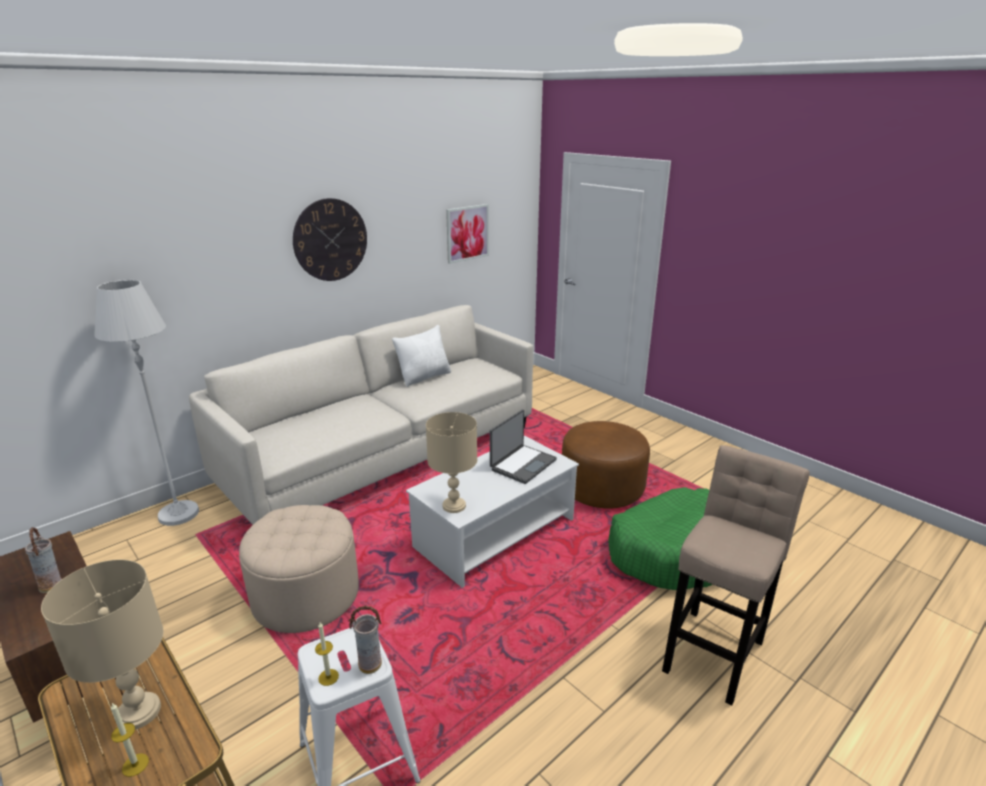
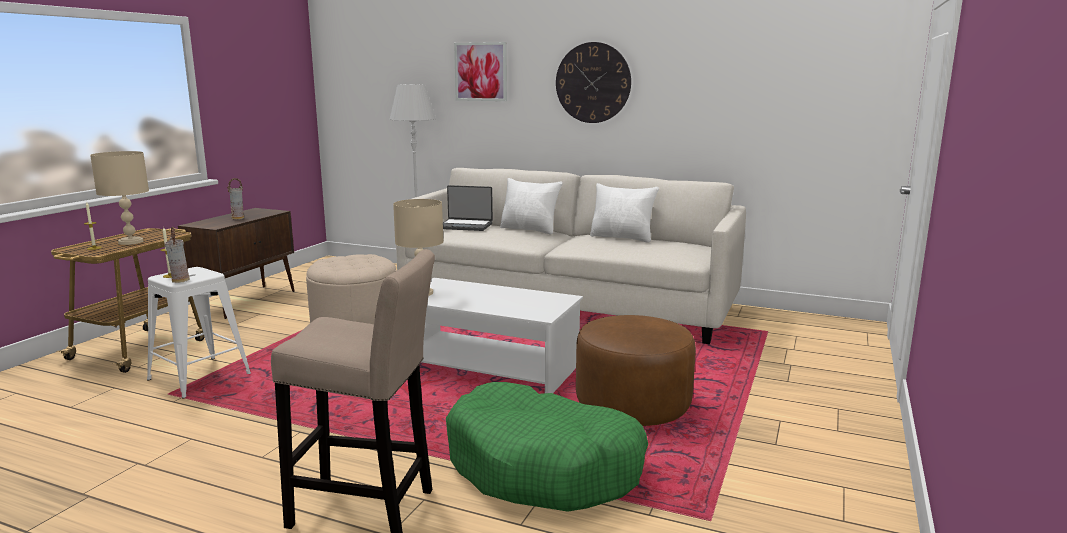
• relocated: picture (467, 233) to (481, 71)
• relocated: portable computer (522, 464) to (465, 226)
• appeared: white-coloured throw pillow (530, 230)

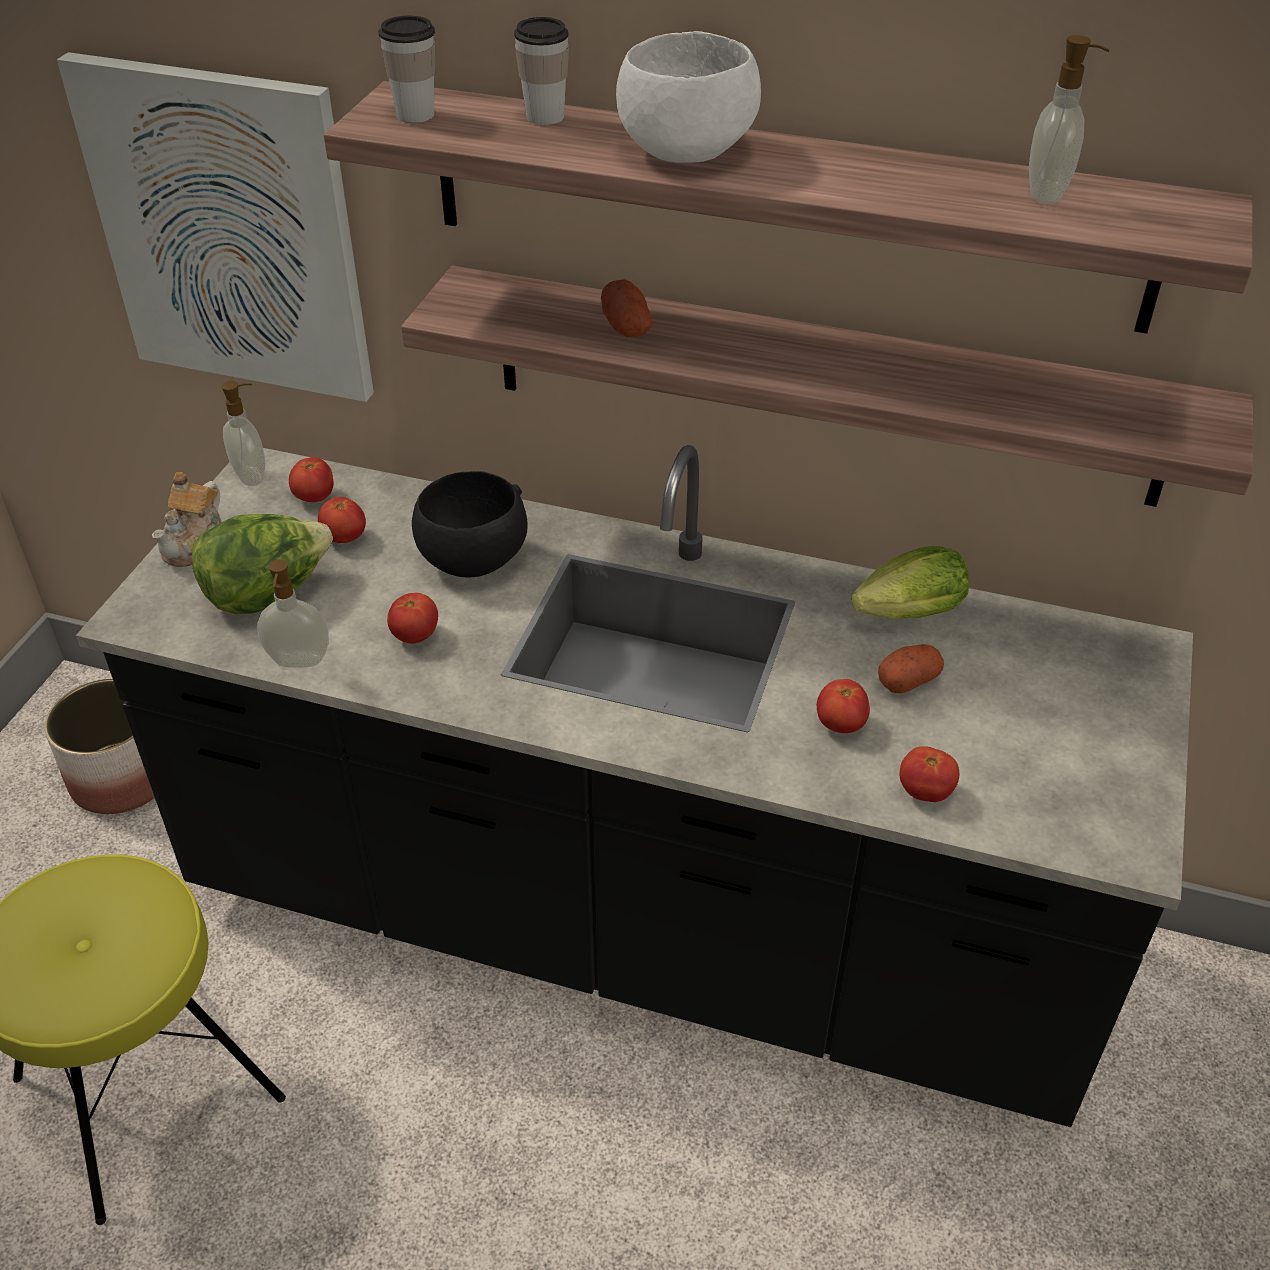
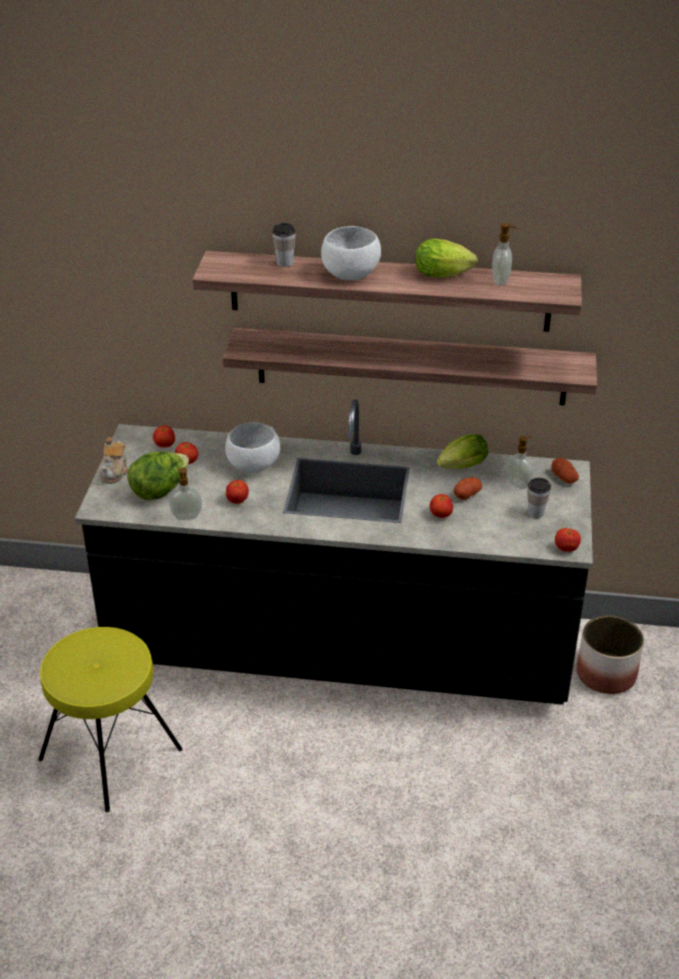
• relocated: small cup (415, 115) to (536, 513)
• missing: picture (229, 231)
• relocated: whole potato (626, 327) to (564, 477)
• relocated: liquid soap bottle (252, 476) to (519, 484)
• colour: blackish serving bowl (471, 561) to white-coloured serving bowl (252, 466)
• relocated: plant pot (122, 777) to (605, 673)
• relocated: tomato (925, 792) to (566, 549)
• appeared: lettuce (445, 275)

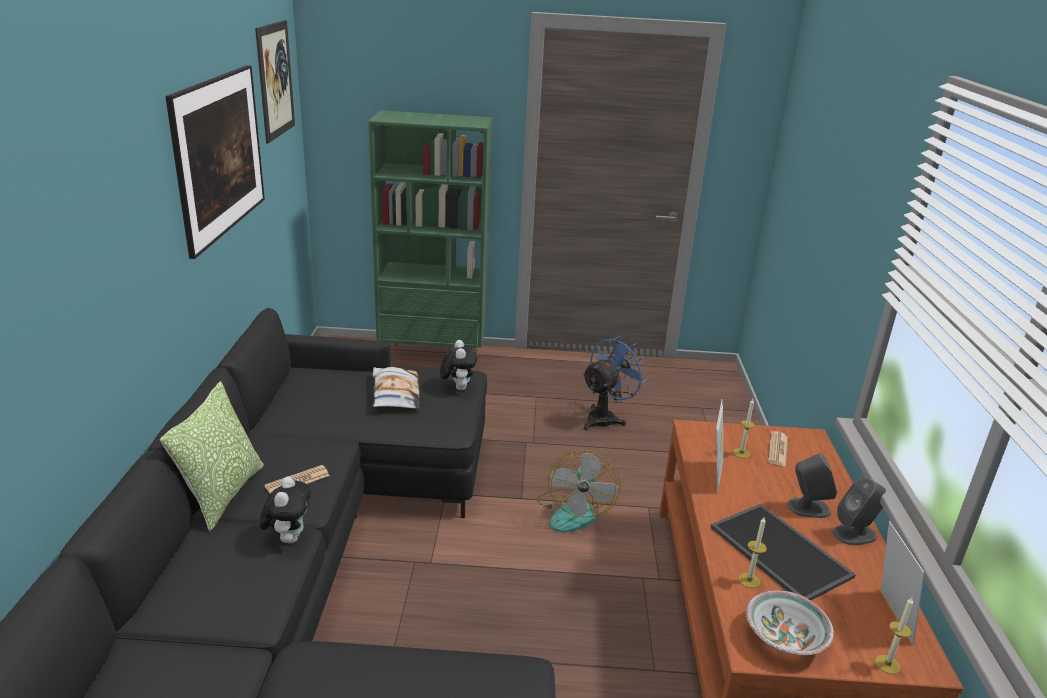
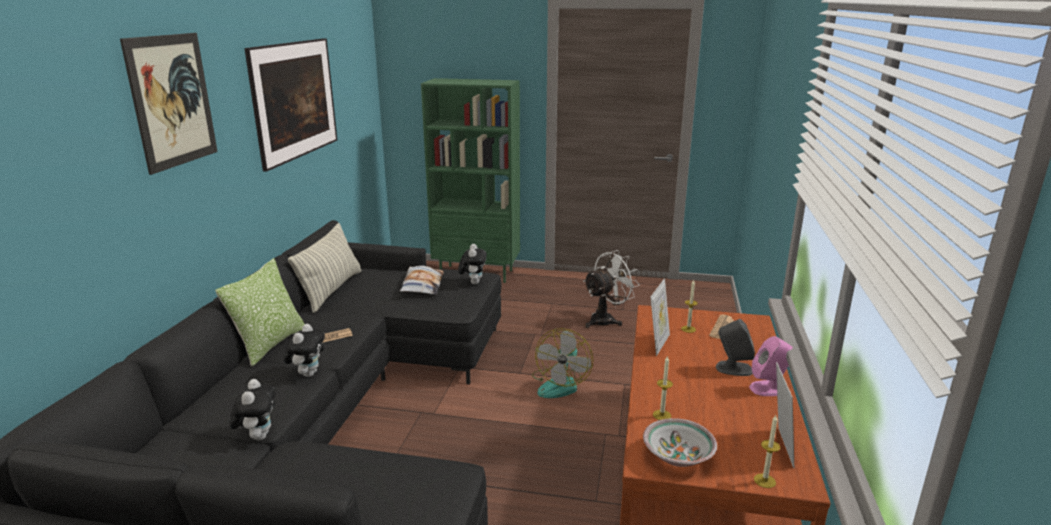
• relocated: picture (275, 80) to (172, 101)
• colour: bluish fan (606, 418) to white-coloured fan (606, 319)
• colour: gray speaker (855, 534) to pink-coloured speaker (769, 388)
• missing: serving tray (782, 552)
• appeared: throw pillow (331, 290)
• appeared: plush toy (258, 436)

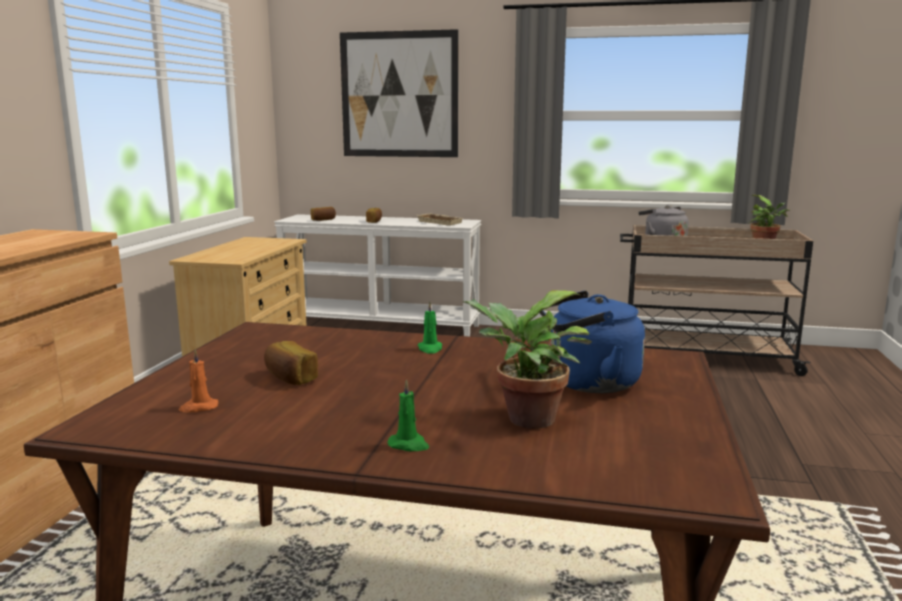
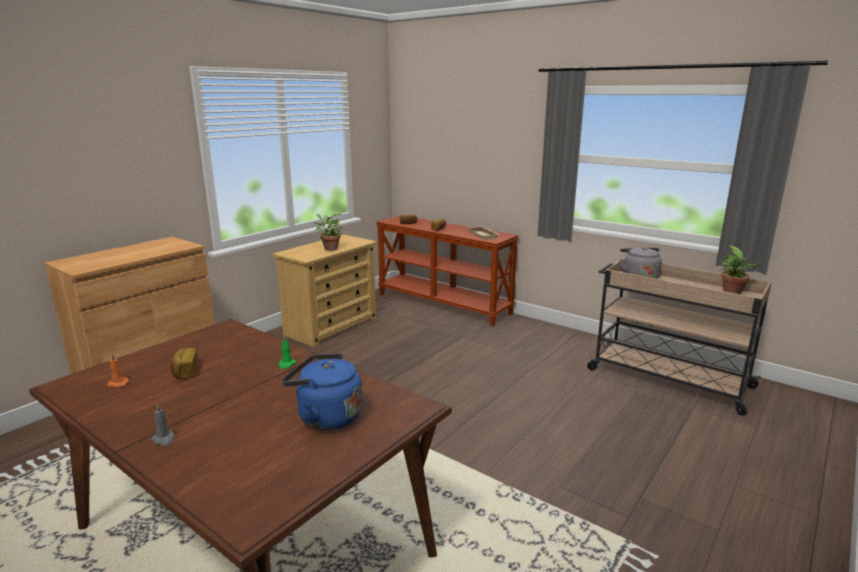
• missing: picture (399, 95)
• colour: white-coloured narrow table (382, 326) to brown-coloured narrow table (444, 303)
• relocated: plant in a pot (525, 420) to (329, 249)
• colour: green-coloured wax light (409, 445) to gray wax light (164, 439)

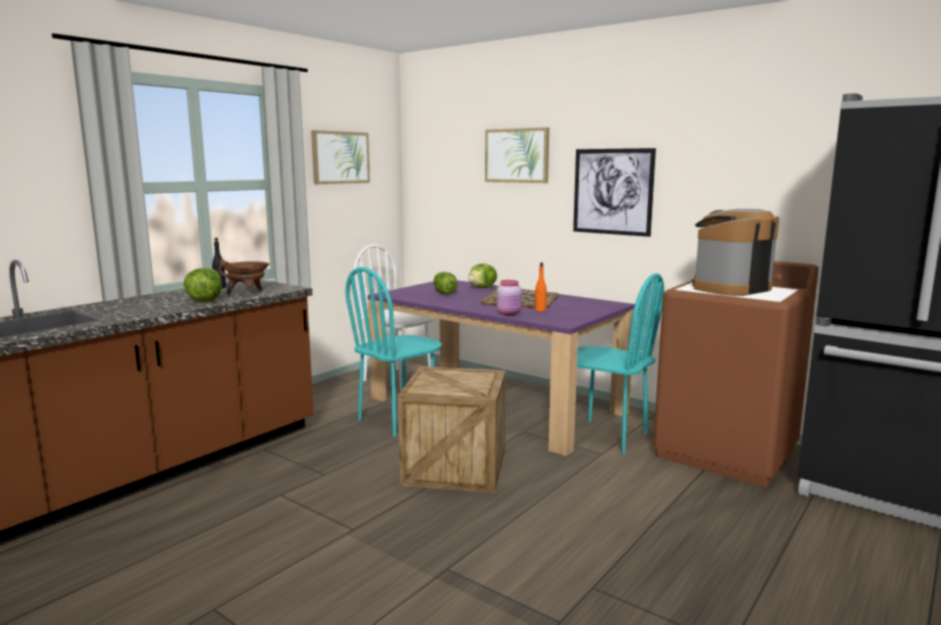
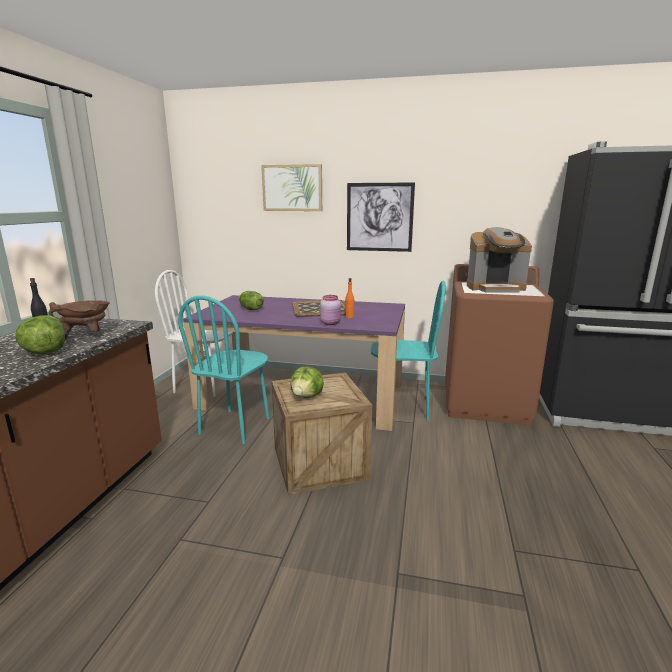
• missing: picture (340, 157)
• spun: coffee brewer (730, 288) = (495, 288) 120 degrees counterclockwise
• relocated: lettuce (482, 288) to (307, 397)

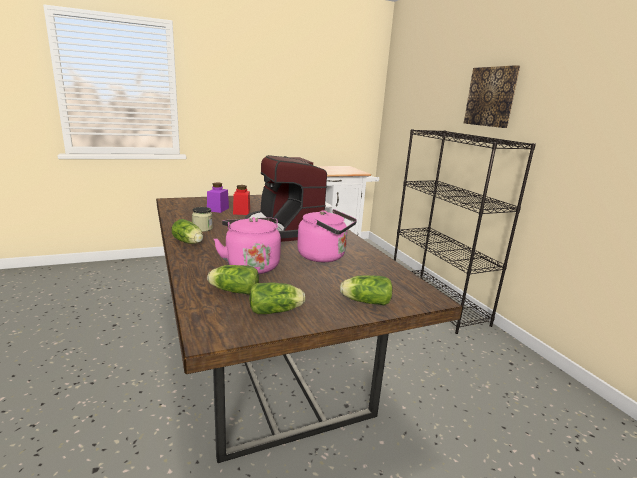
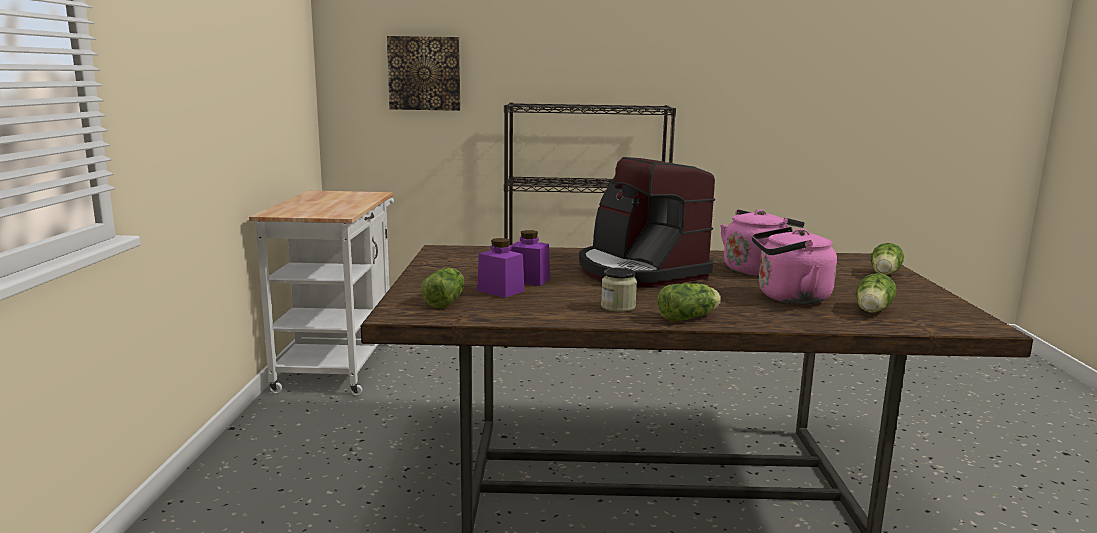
• relocated: picture (491, 97) to (424, 73)
• spun: coffee brewer (283, 229) = (639, 271) 60 degrees clockwise
• colour: reddish storage jar (241, 212) to purplish storage jar (528, 280)
• relocated: lettuce (277, 311) to (446, 301)

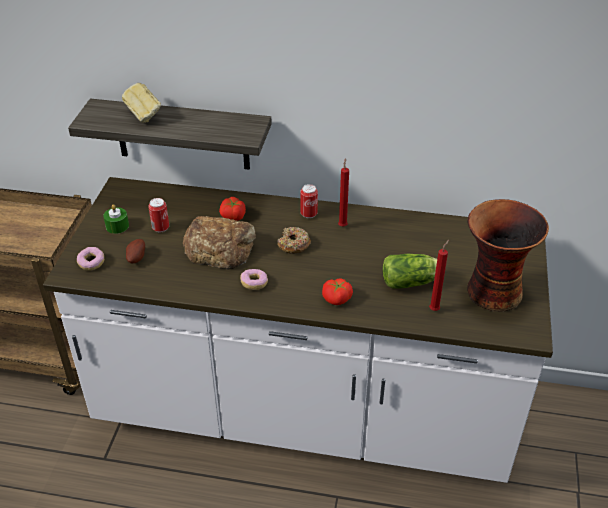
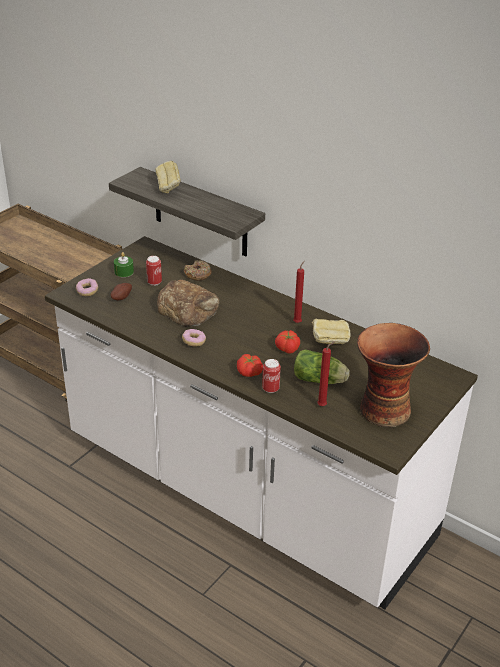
• relocated: metal can (308, 214) to (270, 388)
• relocated: tomato (233, 216) to (287, 348)
• relocated: doughnut (293, 245) to (197, 274)
• appeared: bakery bread (329, 342)

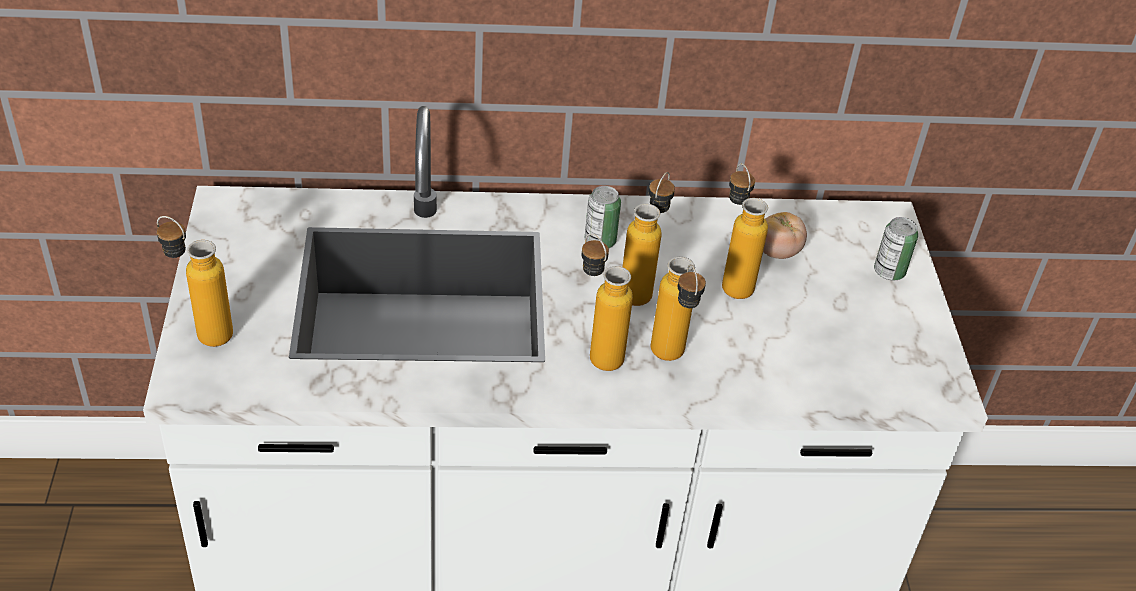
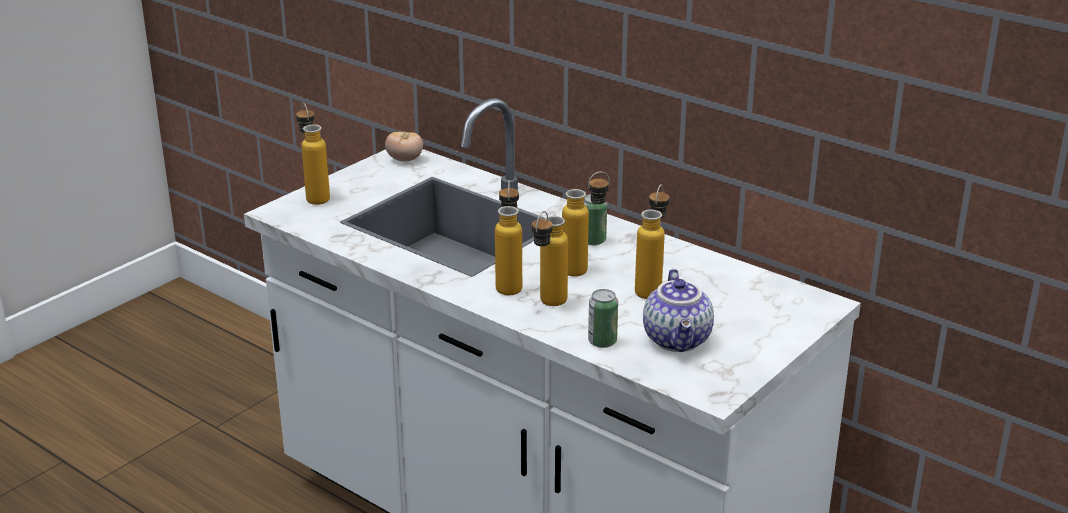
• relocated: tomato (777, 252) to (405, 160)
• relocated: metal can (889, 272) to (602, 342)
• appeared: tea pot (678, 340)

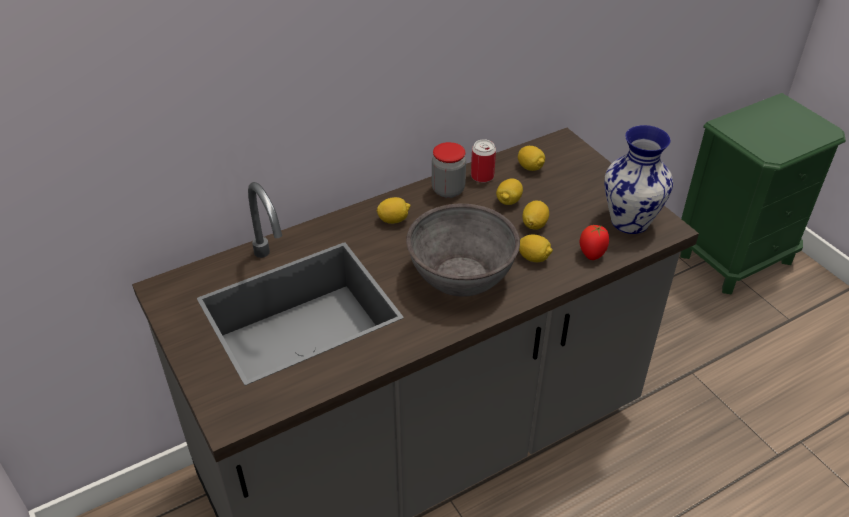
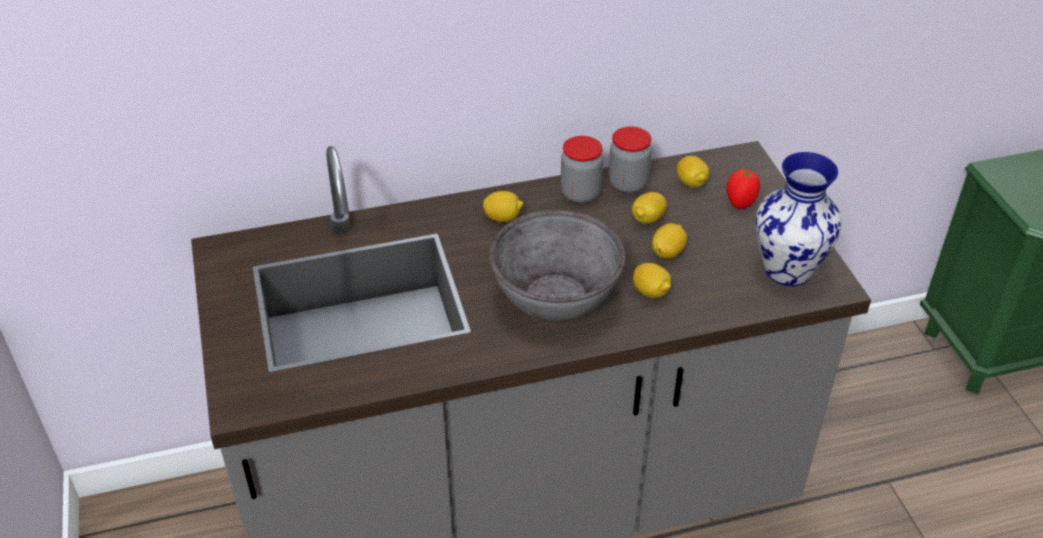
• exchanged: metal can (482, 176) to storage jar (628, 184)
• relocated: tomato (591, 254) to (740, 203)

